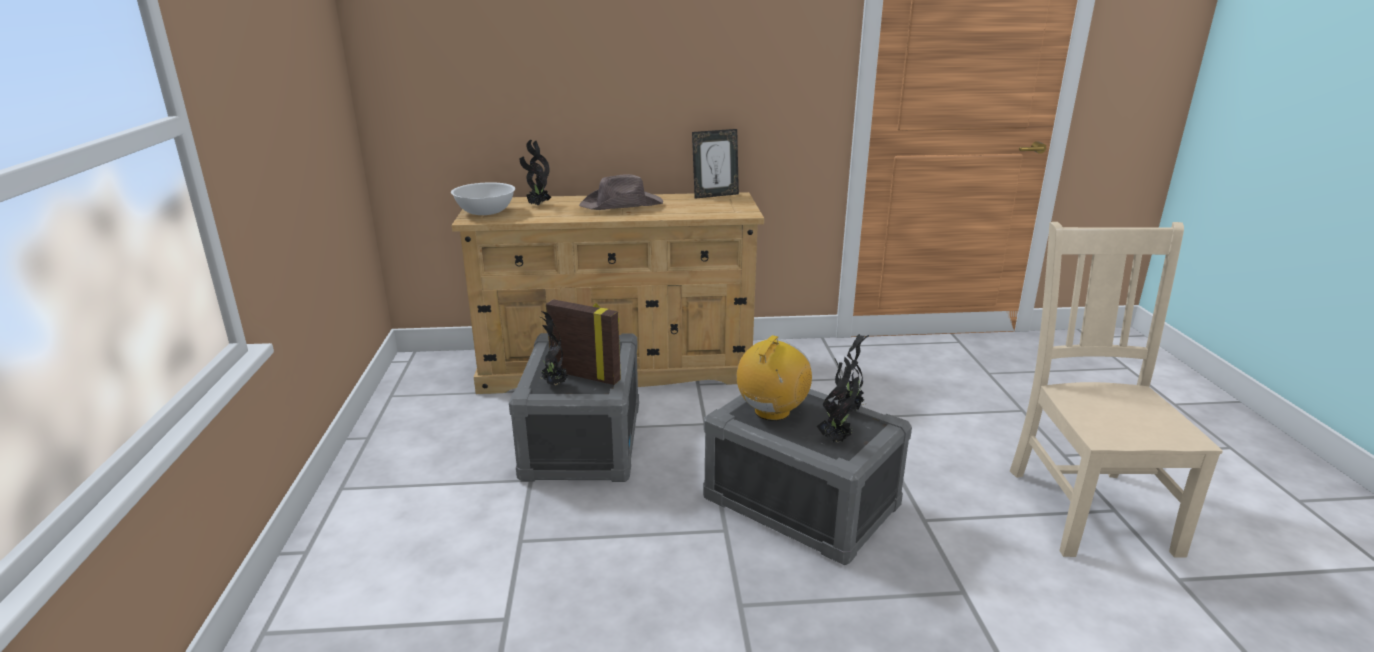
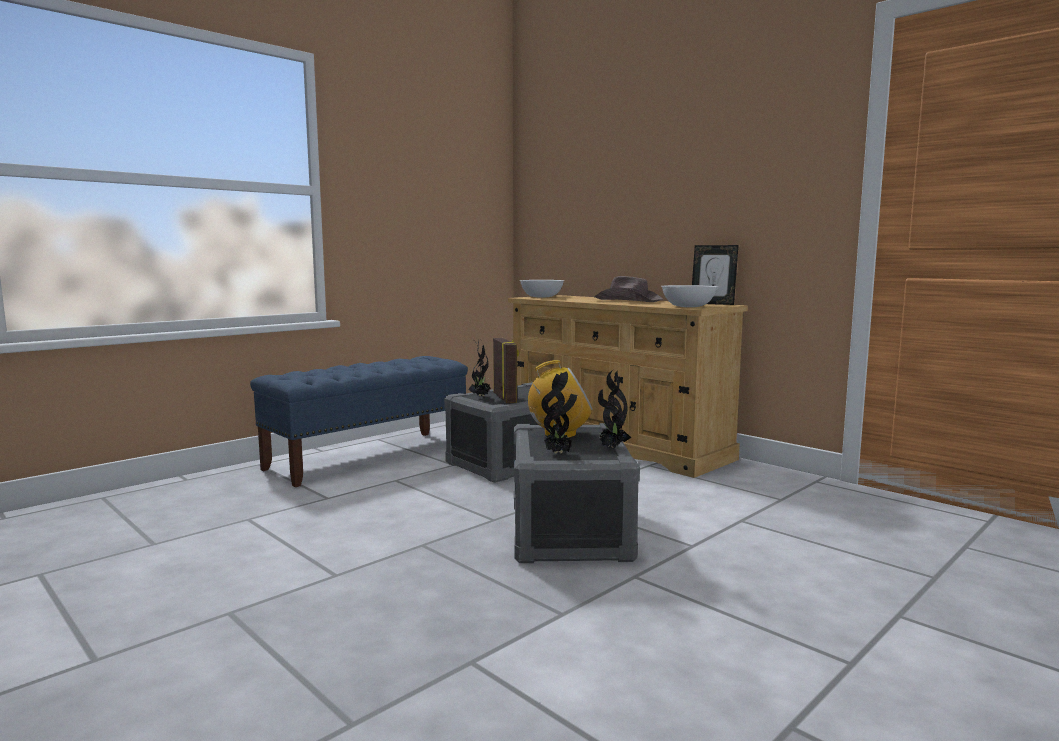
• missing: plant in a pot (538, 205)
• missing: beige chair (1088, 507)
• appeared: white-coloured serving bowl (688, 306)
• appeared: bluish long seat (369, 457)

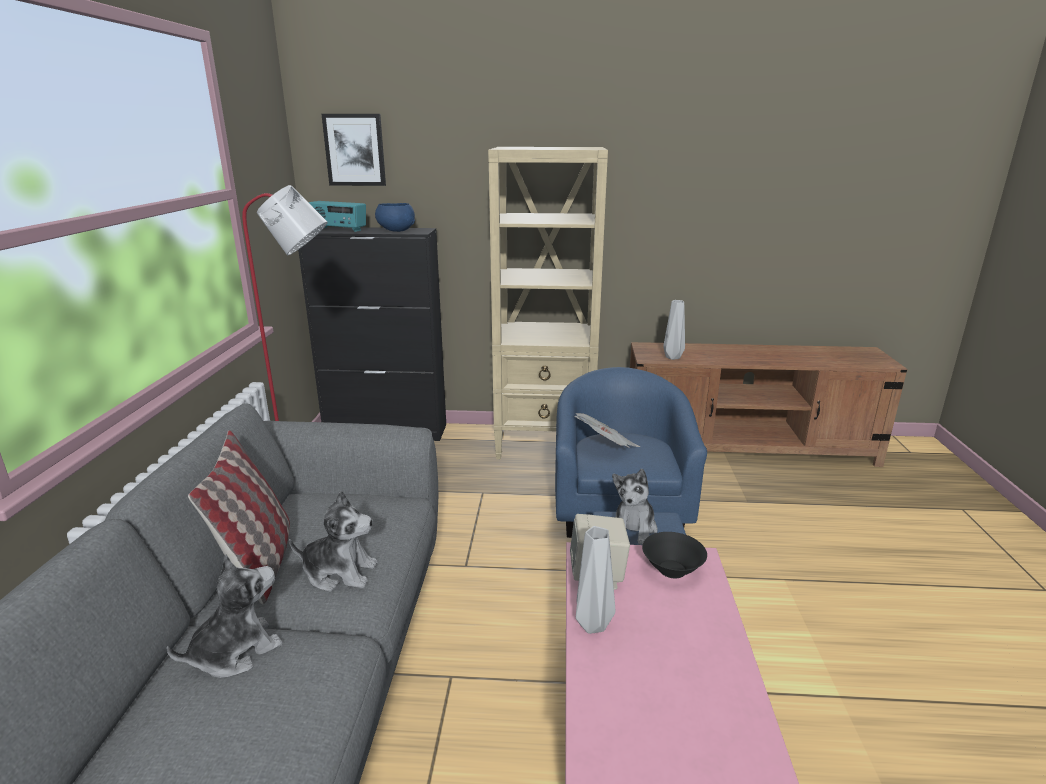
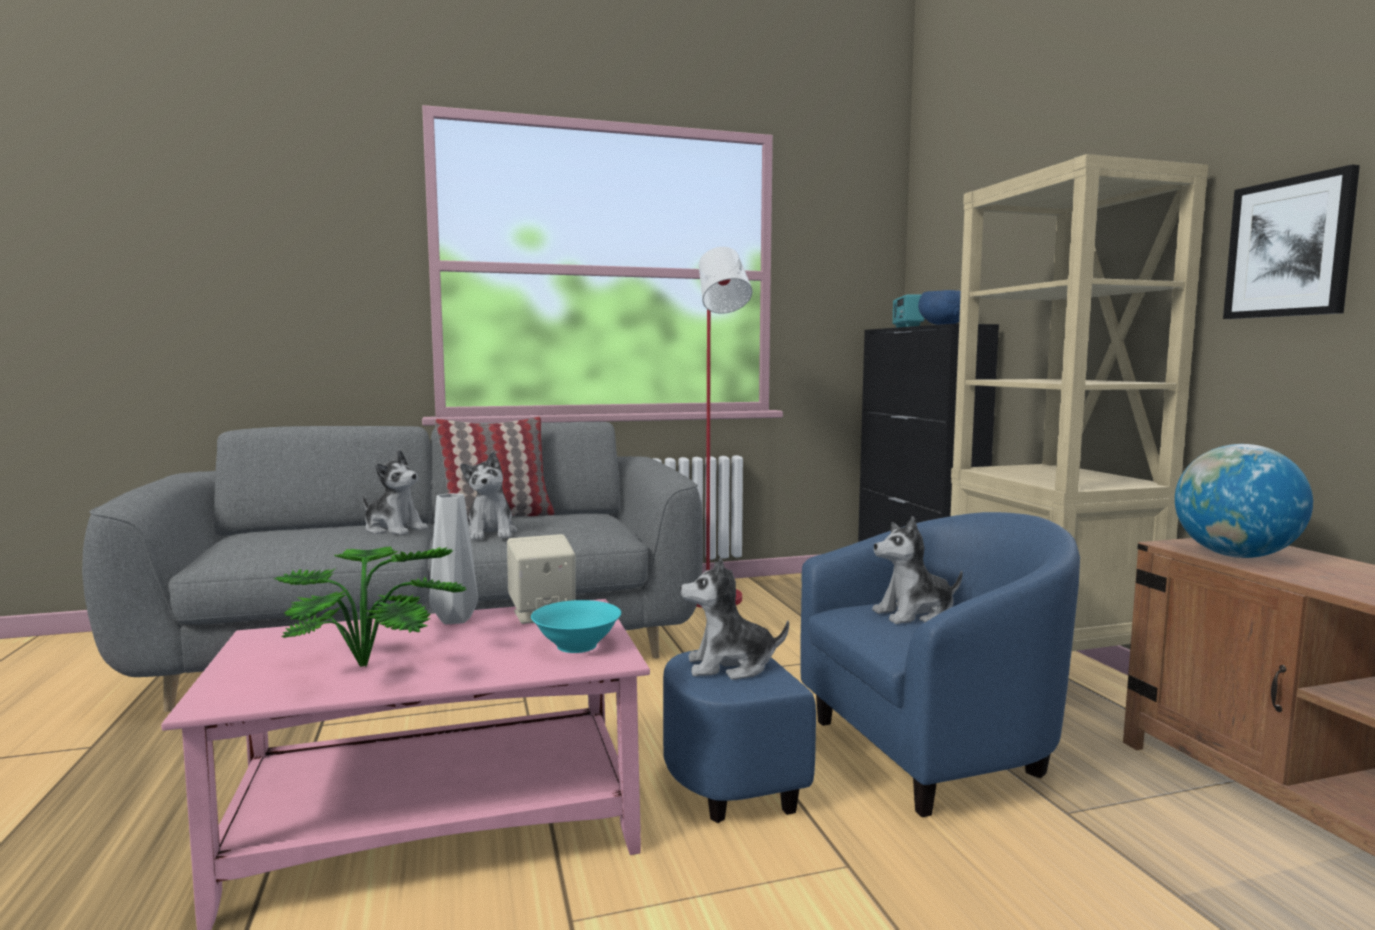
• relocated: picture (355, 150) to (1289, 248)
• exchanged: gray decorative vase (672, 357) to globe (1235, 556)
• exchanged: daily paper (606, 446) to plush toy (915, 614)
• colour: blackish serving bowl (671, 569) to turquoise serving bowl (576, 645)
• appeared: plant in a pot (376, 663)

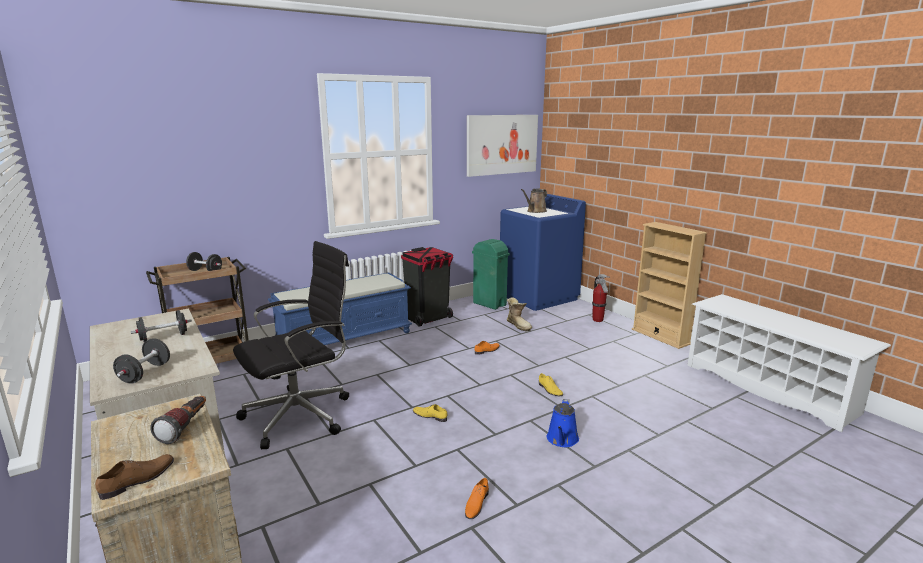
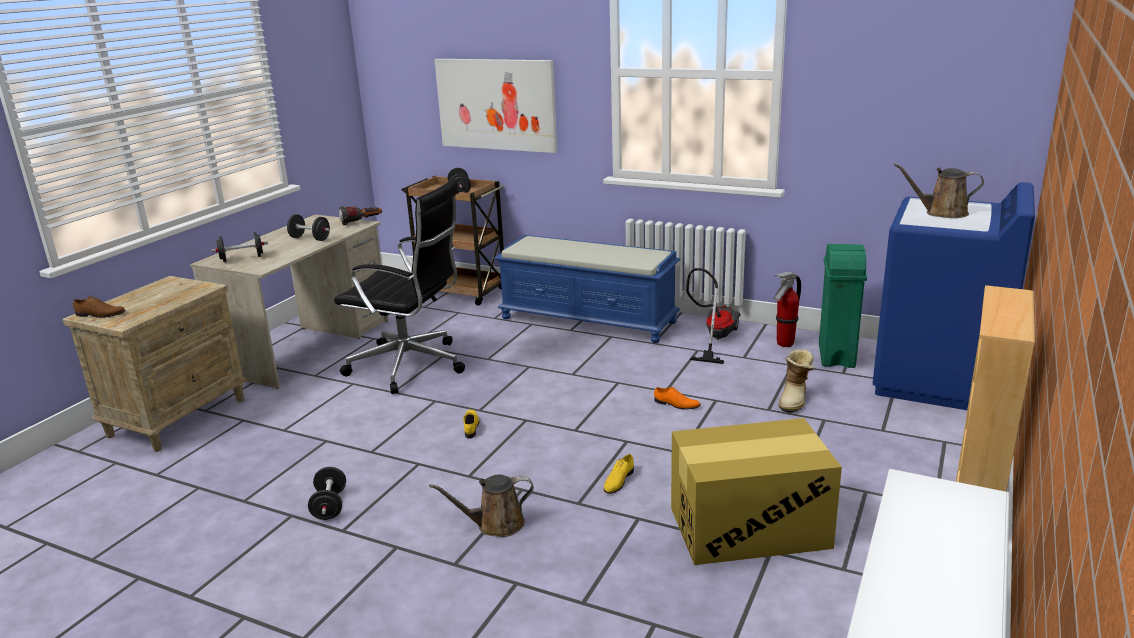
• relocated: picture (502, 144) to (496, 104)
• exchanged: blackish rubbish bin (428, 319) to vacuum cleaner (714, 338)
• relocated: fire extinguisher (598, 320) to (784, 344)
• relocated: torch (186, 427) to (362, 222)
• colour: bluish watering can (562, 440) to brown-coloured watering can (495, 524)
• exchanged: orange shoe (476, 504) to blackish hand weight (329, 506)
• appeared: packing box (749, 527)

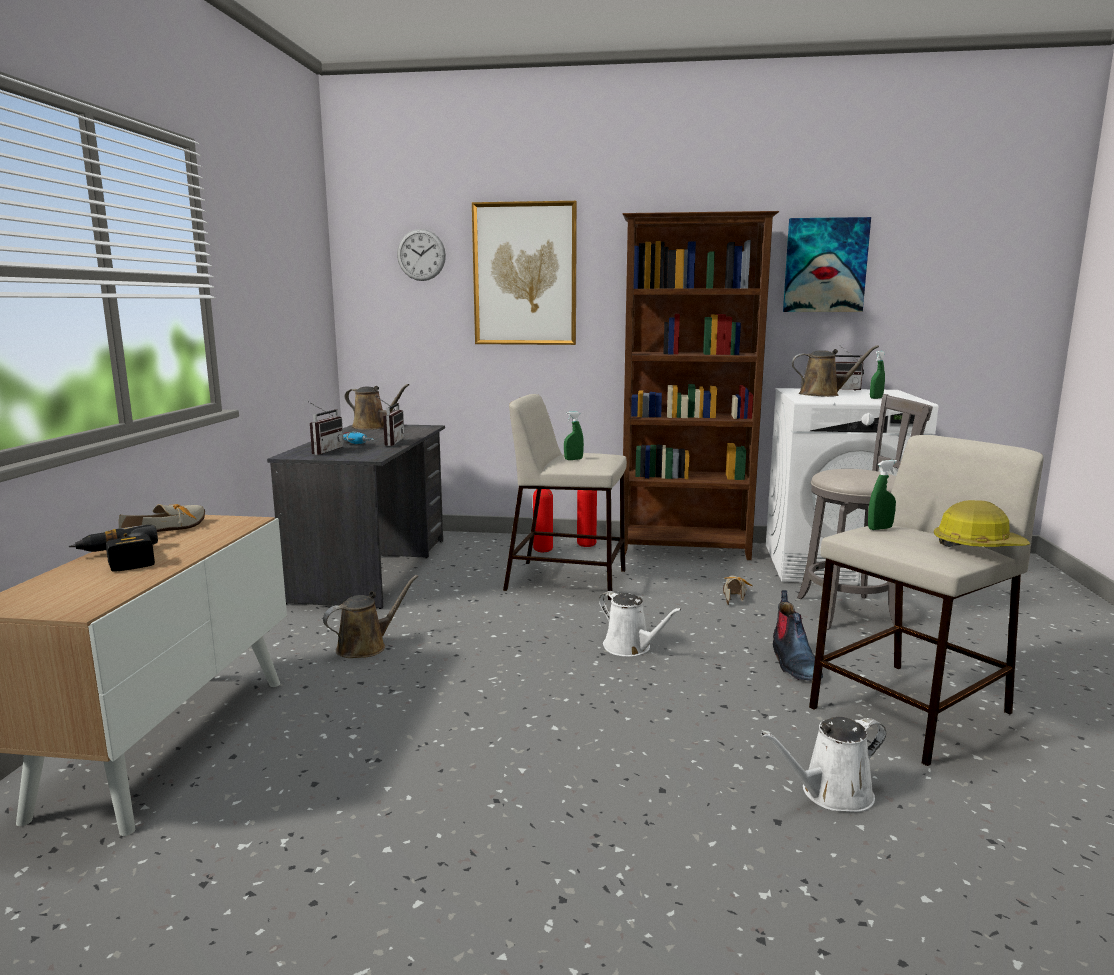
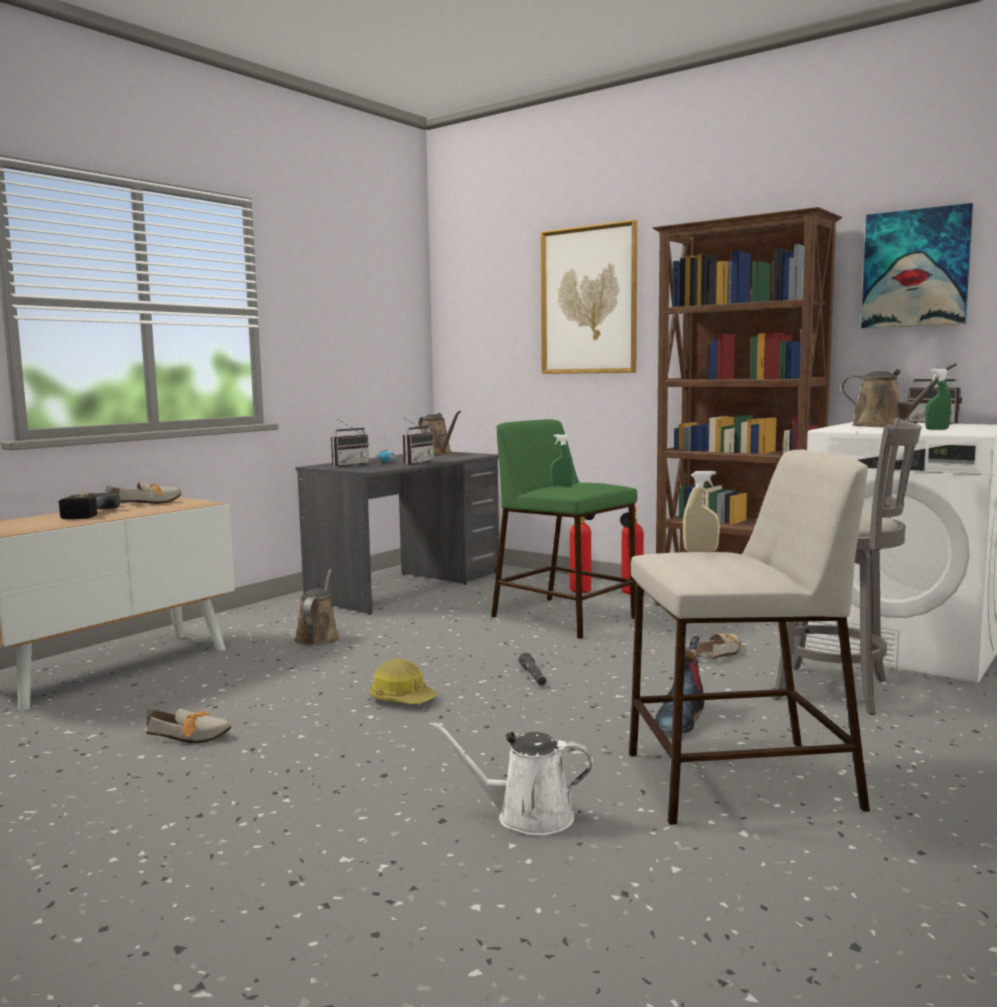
• missing: wall clock (421, 255)
• colour: beige stool seat (568, 580) to green-coloured stool seat (565, 617)
• colour: green-coloured hand sprayer (880, 528) to beige hand sprayer (700, 551)
• relocated: safety helmet (977, 545) to (402, 699)
• spun: brown-coloured watering can (366, 646) = (318, 637) 75 degrees counterclockwise
• exchanged: white-coloured watering can (630, 648) to gray torch (533, 676)
• appeared: shoe (191, 737)

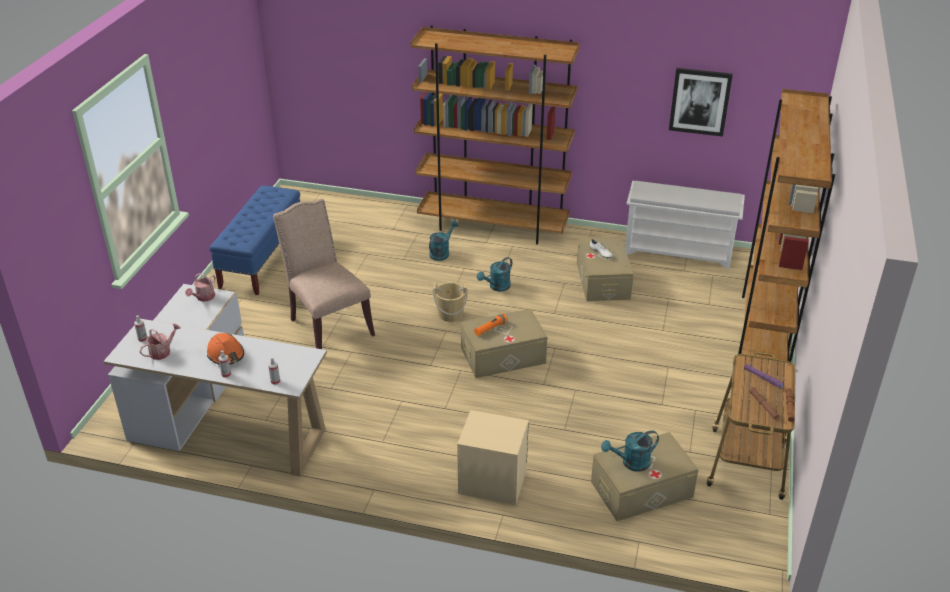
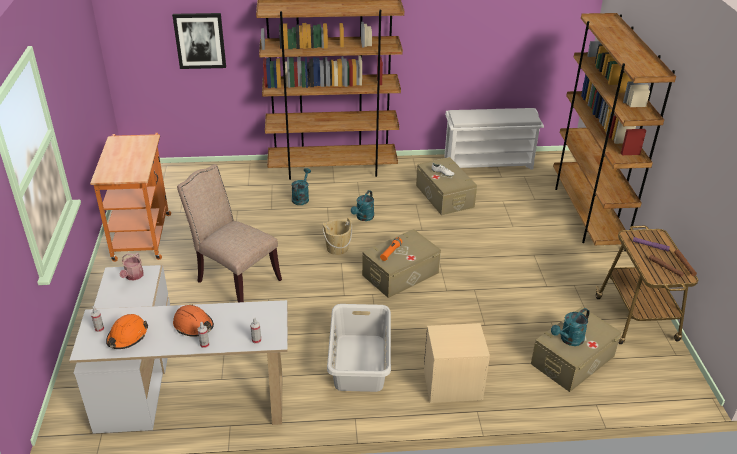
• relocated: picture (700, 101) to (200, 40)
• exchanged: bluish long seat (262, 260) to orange cart (142, 233)
• exchanged: watering can (162, 351) to orange safety helmet (127, 336)
• appeared: gray hamper (359, 363)

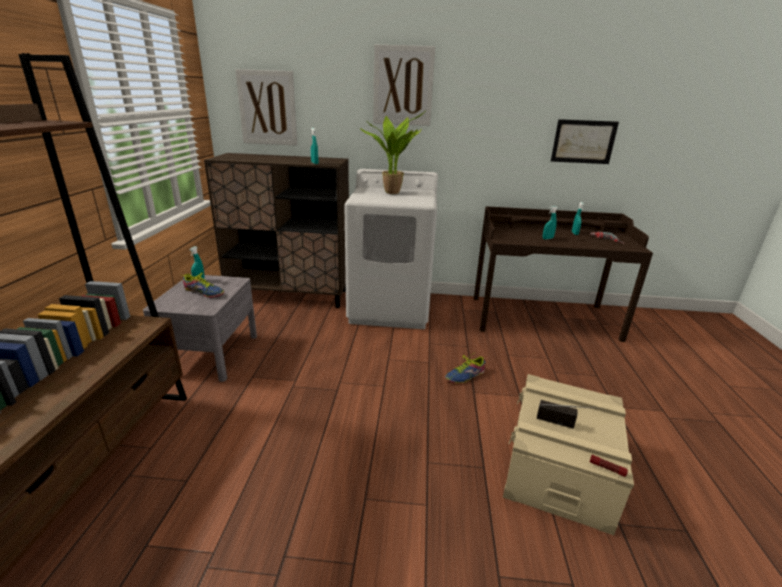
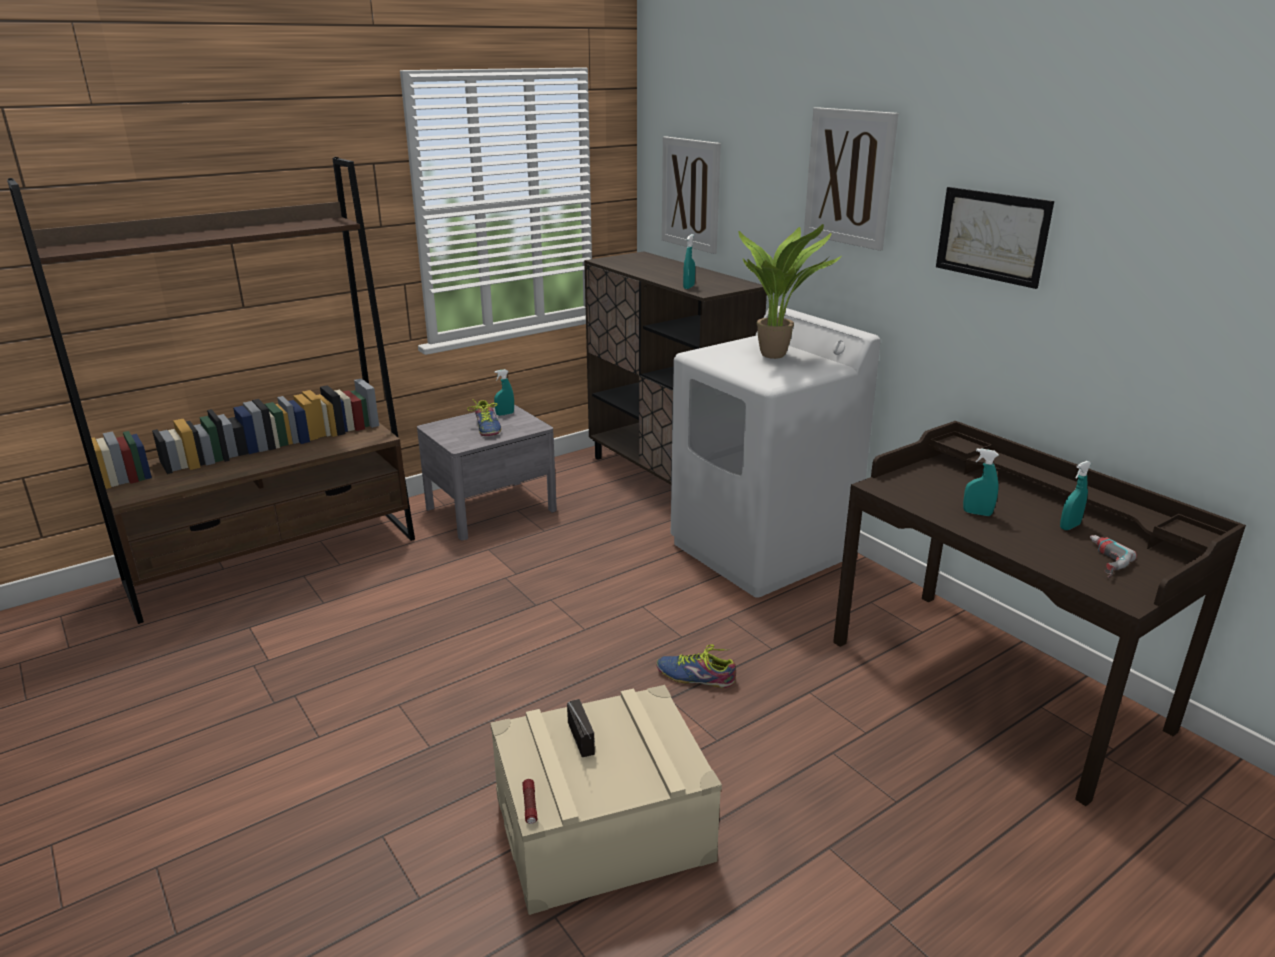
• relocated: picture (583, 141) to (992, 236)

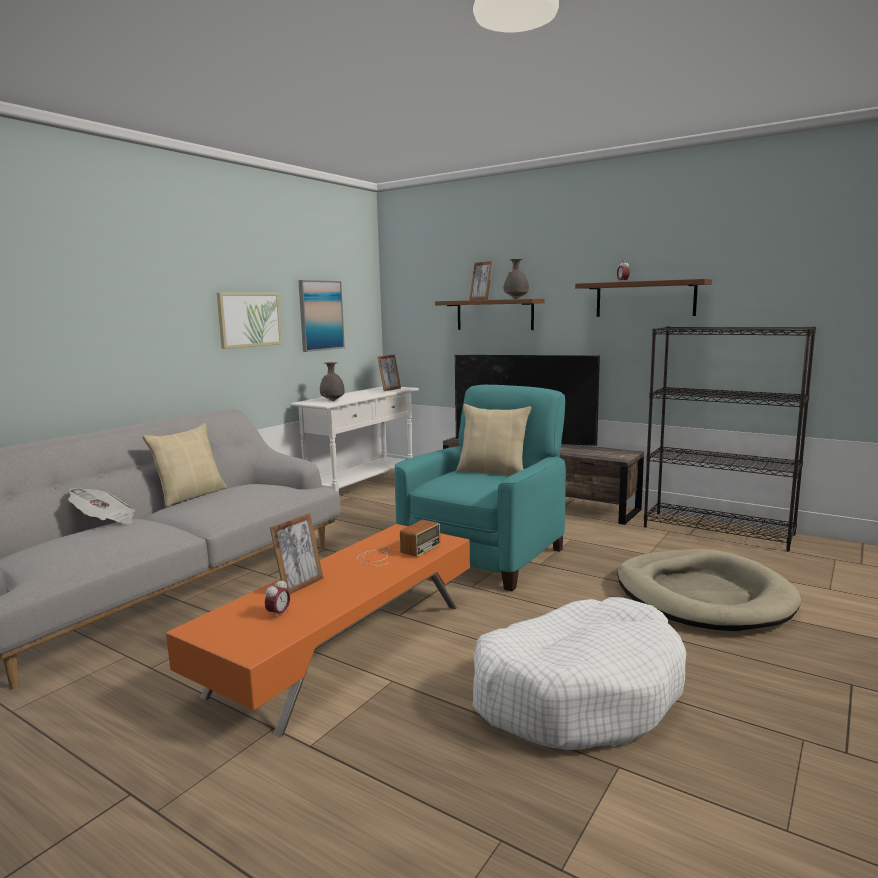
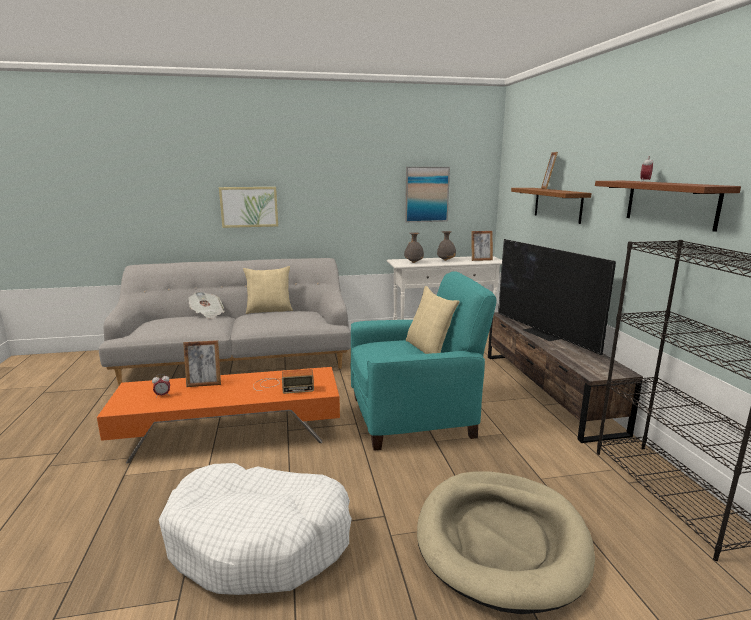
• relocated: gray decorative vase (516, 299) to (446, 260)
• relocated: picture (249, 319) to (249, 207)

